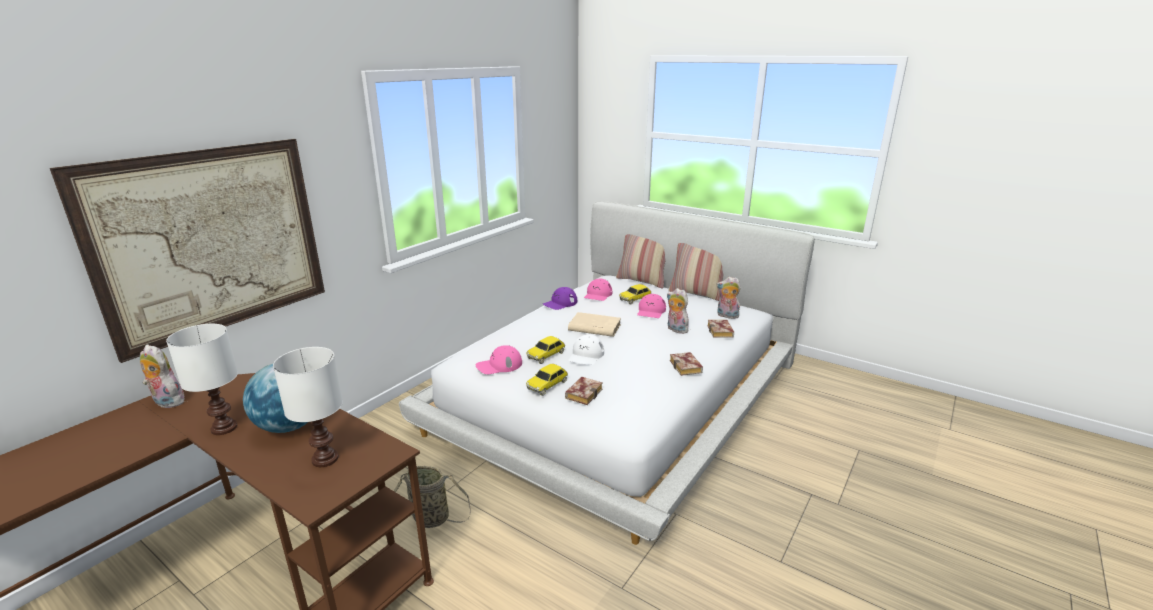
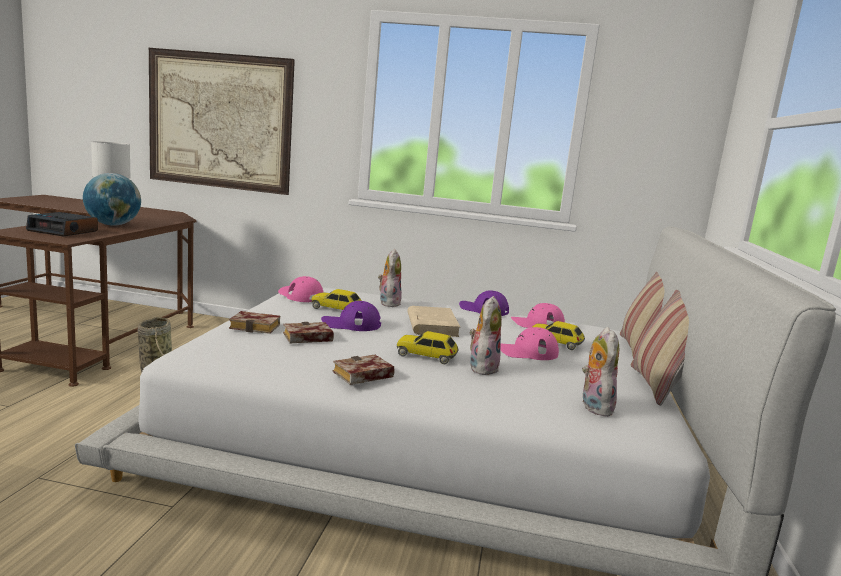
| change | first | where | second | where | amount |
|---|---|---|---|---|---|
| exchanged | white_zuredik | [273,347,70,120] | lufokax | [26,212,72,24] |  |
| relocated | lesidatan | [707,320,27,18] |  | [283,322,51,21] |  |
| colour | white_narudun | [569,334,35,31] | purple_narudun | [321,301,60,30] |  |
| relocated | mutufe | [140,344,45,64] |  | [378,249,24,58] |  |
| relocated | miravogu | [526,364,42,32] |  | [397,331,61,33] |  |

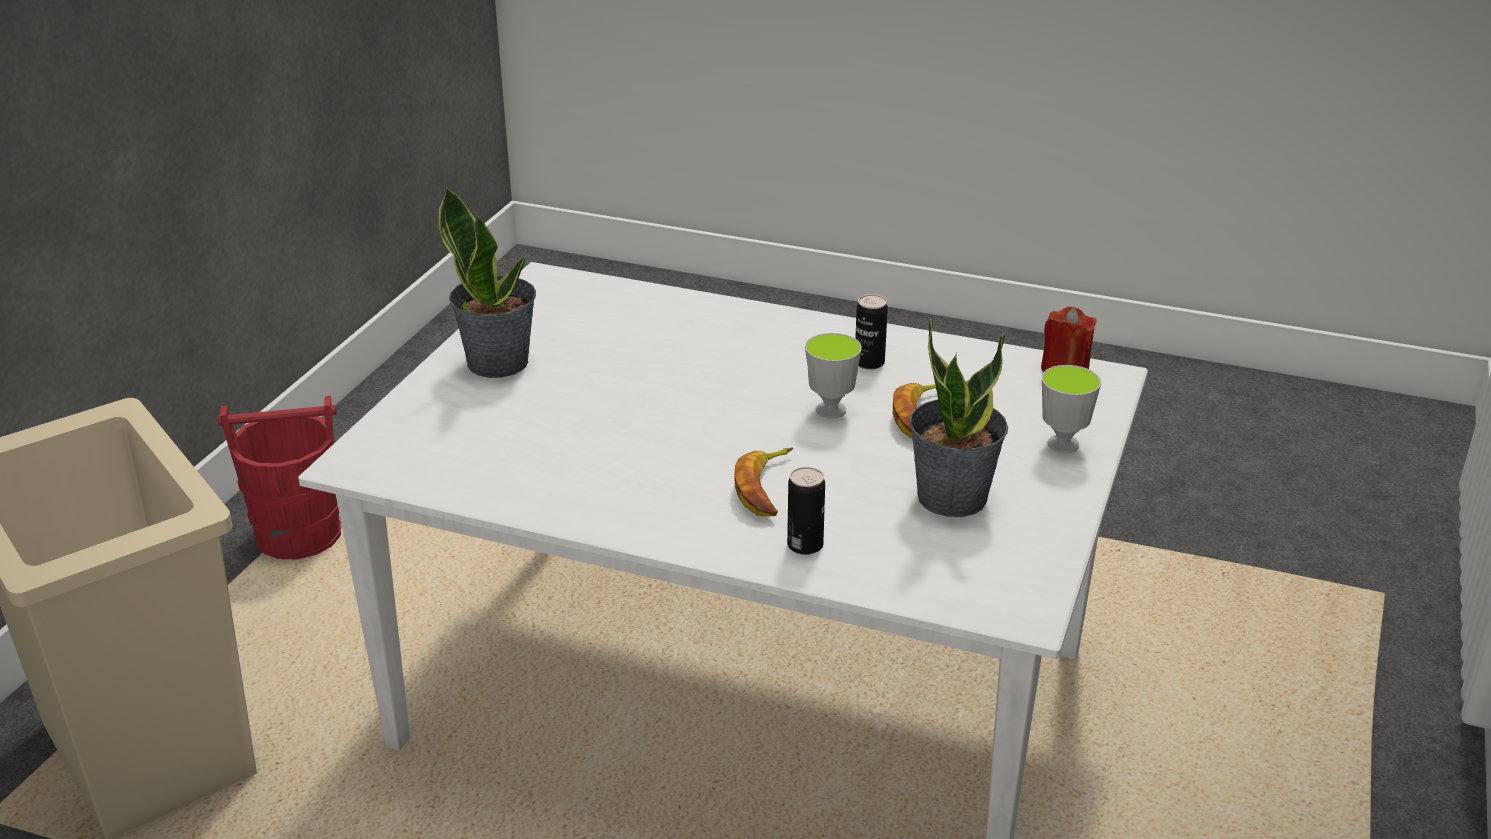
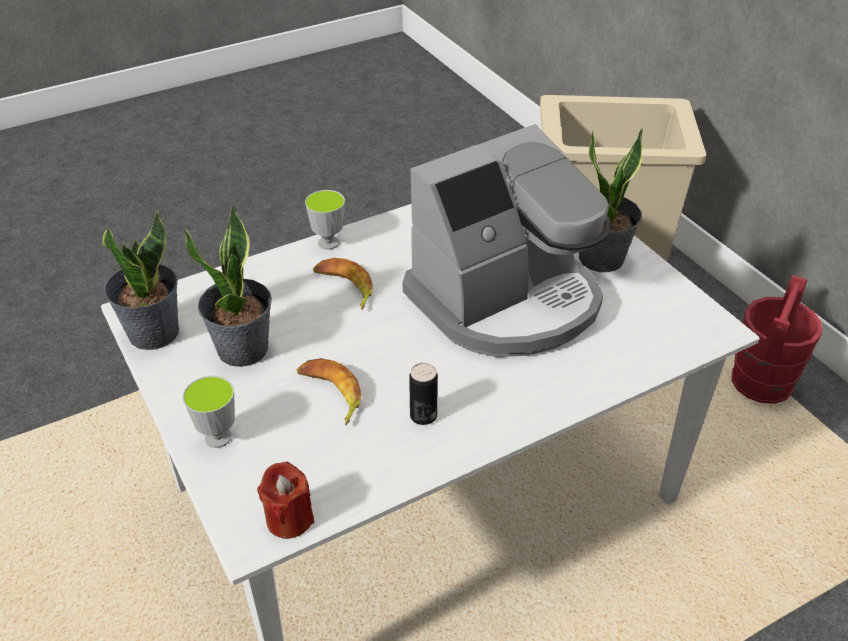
| change | first | where | second | where | amount |
|---|---|---|---|---|---|
| appeared |  |  | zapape | [102,210,77,140] |  |
| relocated | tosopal | [805,333,57,86] |  | [305,190,40,60] |  |
| appeared |  |  | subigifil | [403,124,207,233] |  |
| missing | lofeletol | [787,467,38,88] |  |  |  |

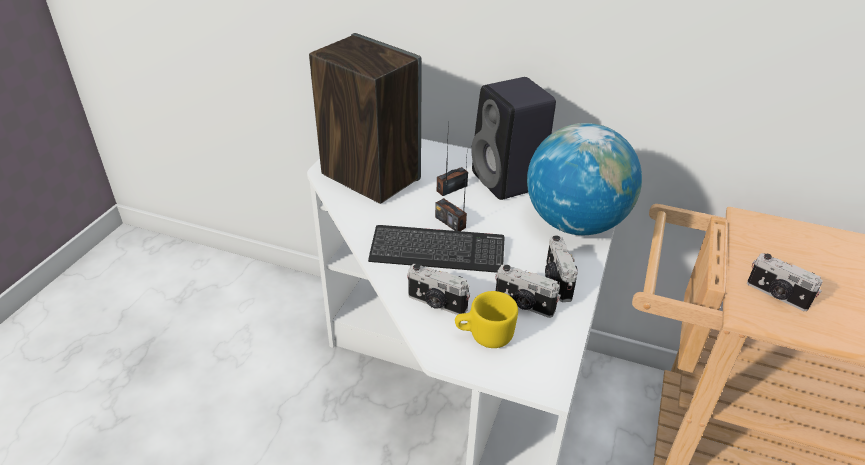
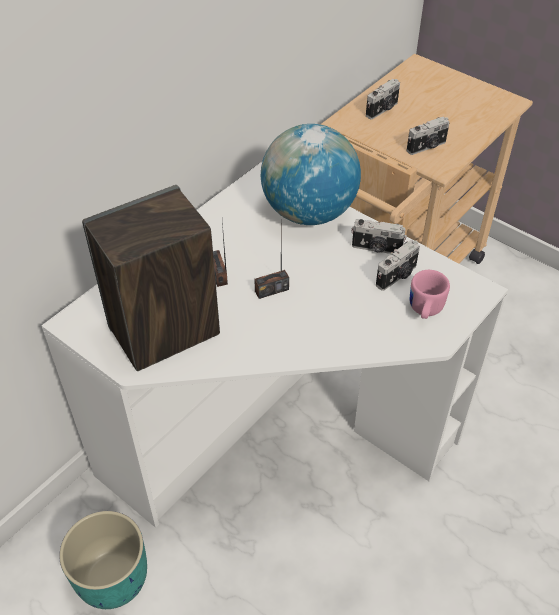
| change | first | where | second | where | amount |
|---|---|---|---|---|---|
| appeared |  |  | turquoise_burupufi | [59,511,88,98] |  |
| relocated | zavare | [407,264,63,51] |  | [366,79,34,40] |  |
| colour | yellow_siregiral | [455,291,63,57] | pink_siregiral | [410,270,40,49] |  |
| missing | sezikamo | [368,225,137,48] |  |  |  |
| missing | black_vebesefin | [472,77,84,123] |  |  |  |

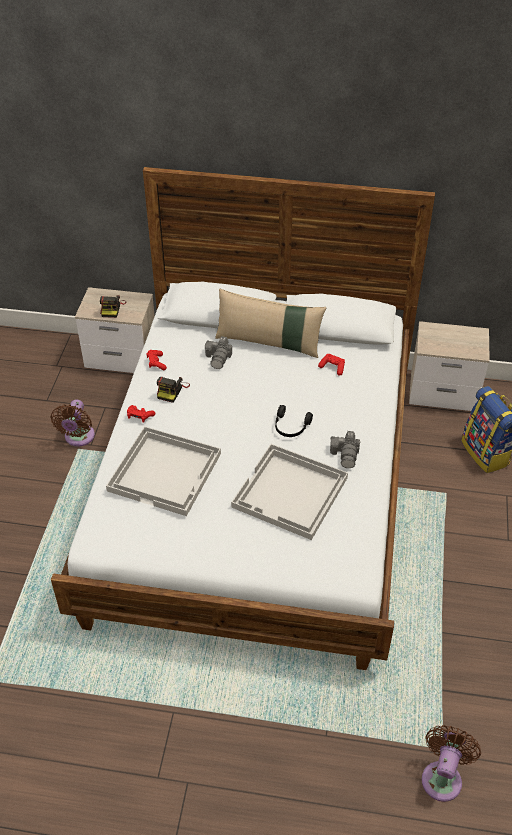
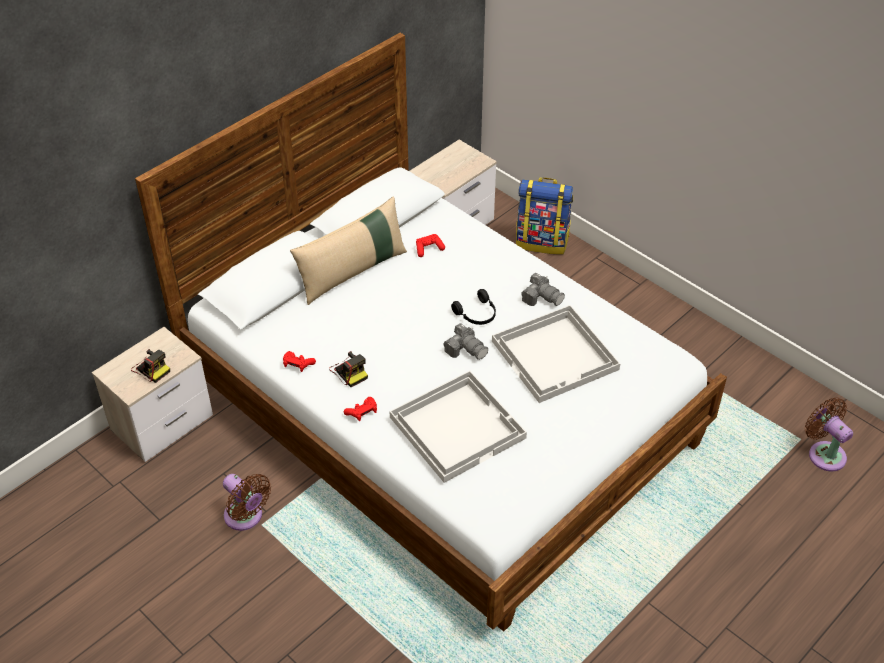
| change | first | where | second | where | amount |
|---|---|---|---|---|---|
| relocated | zavare | [205,336,27,33] |  | [443,323,45,37] |  |

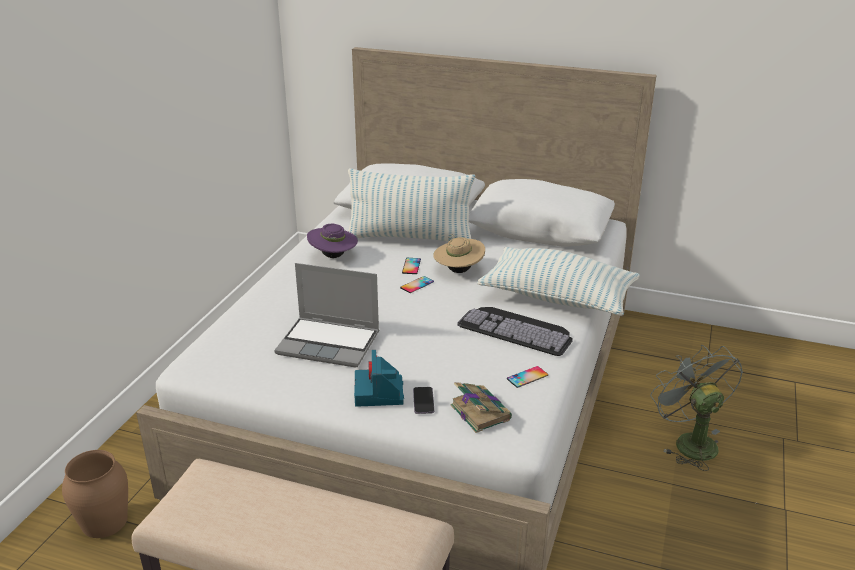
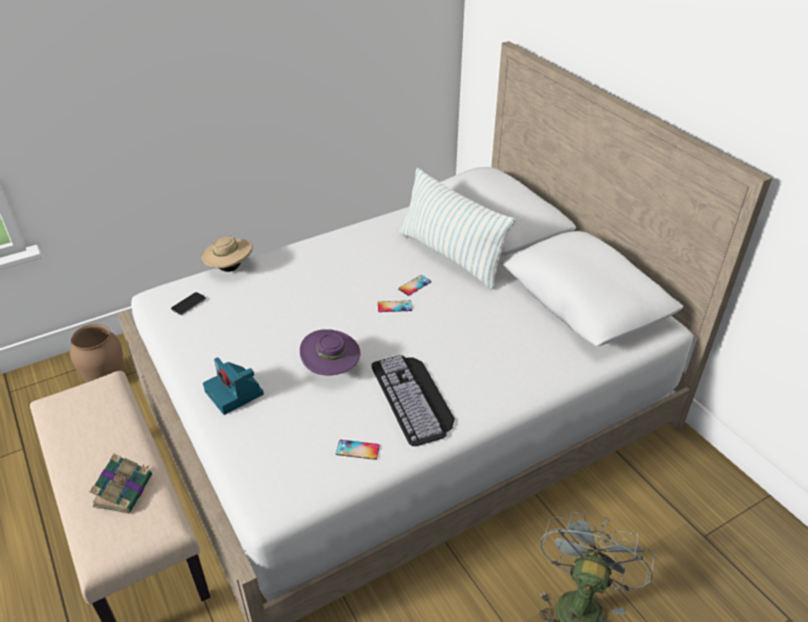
| change | first | where | second | where | amount |
|---|---|---|---|---|---|
| relocated | lesidatan | [450,382,62,51] |  | [89,453,63,61] |  |
| relocated | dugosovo | [413,387,21,27] |  | [171,292,35,23] |  |
| relocated | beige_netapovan | [433,234,52,39] |  | [202,232,51,40] |  |
| spun | zavare | [354,350,50,57] |  | [203,357,61,58] | 75 degrees counterclockwise |
| relocated | purple_netapovan | [307,224,51,34] |  | [300,329,60,46] |  |
| missing | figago | [274,263,105,105] |  |  |  |
| missing | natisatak | [477,247,163,69] |  |  |  |

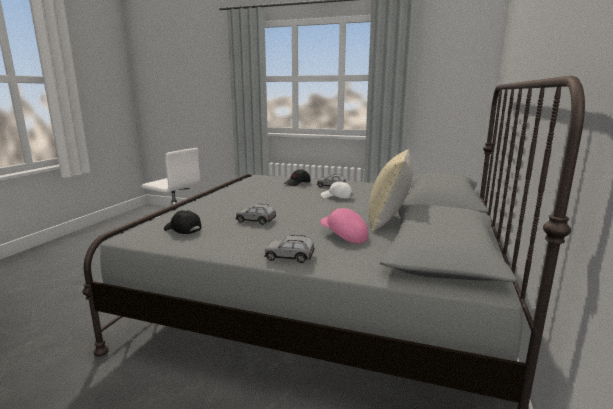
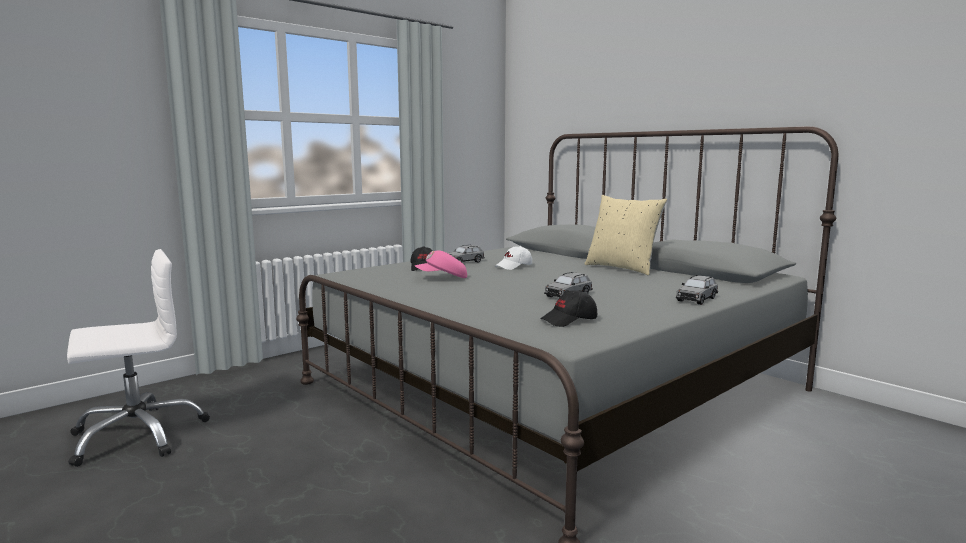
| change | first | where | second | where | amount |
|---|---|---|---|---|---|
| relocated | pink_narudun | [320,208,48,36] |  | [415,250,52,28] |  |

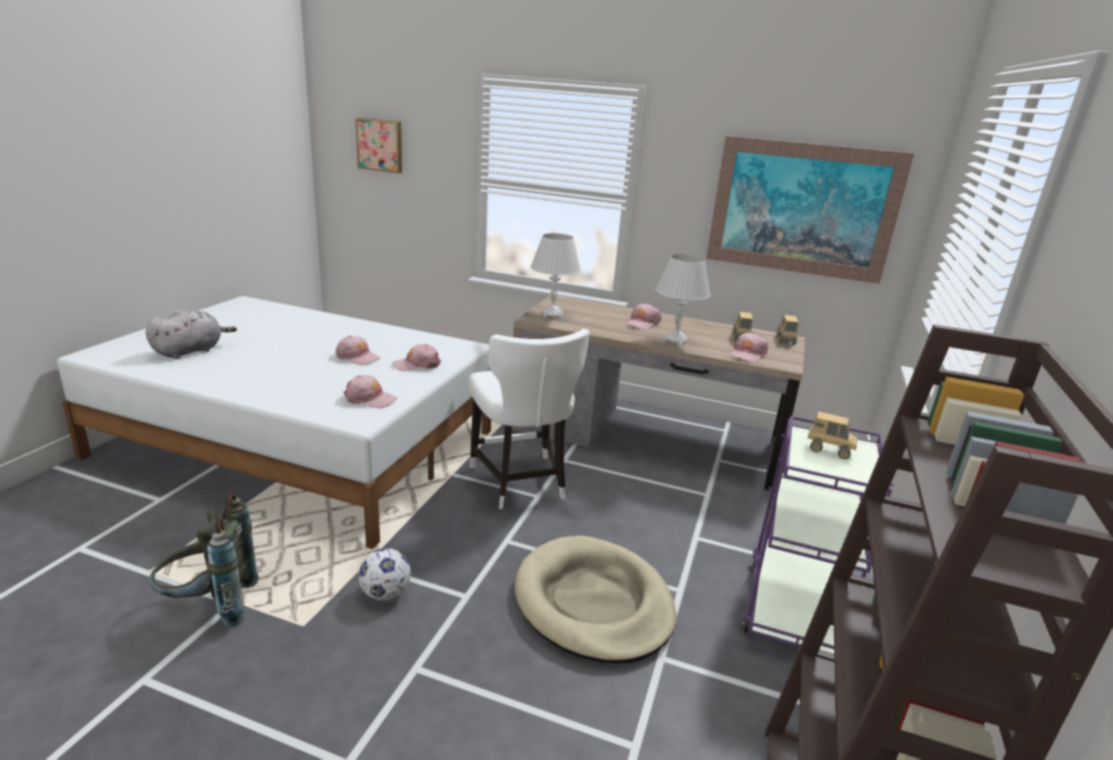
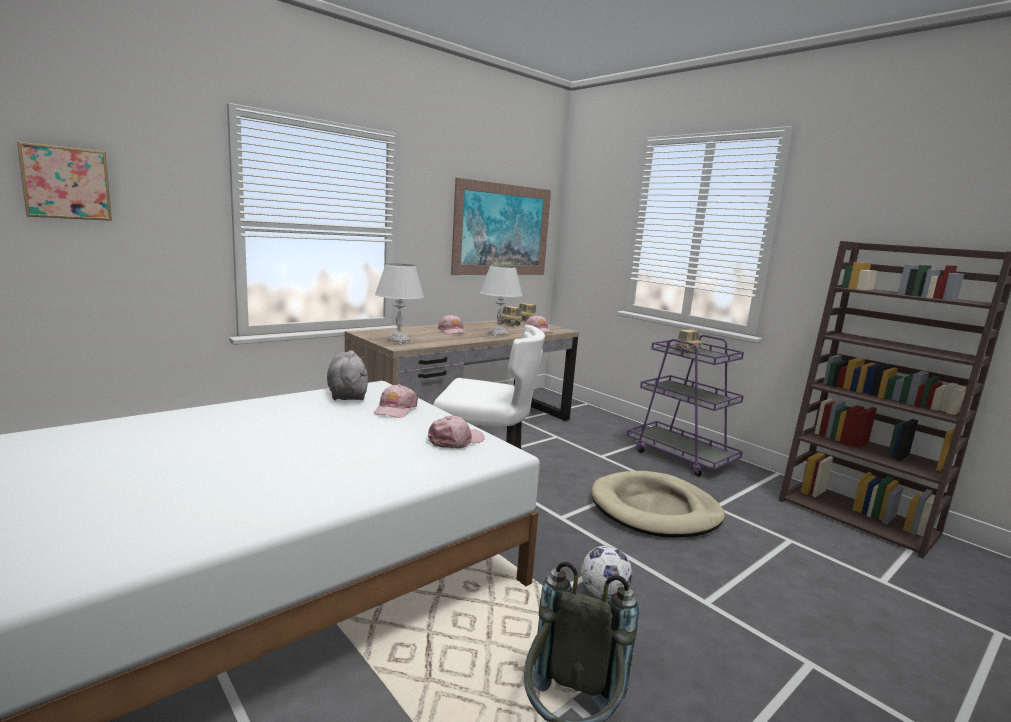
| change | first | where | second | where | amount |
|---|---|---|---|---|---|
| relocated | grey_mutufe | [146,310,91,49] |  | [327,350,41,50] |  |
| missing | pink_narudun | [336,336,44,29] |  |  |  |

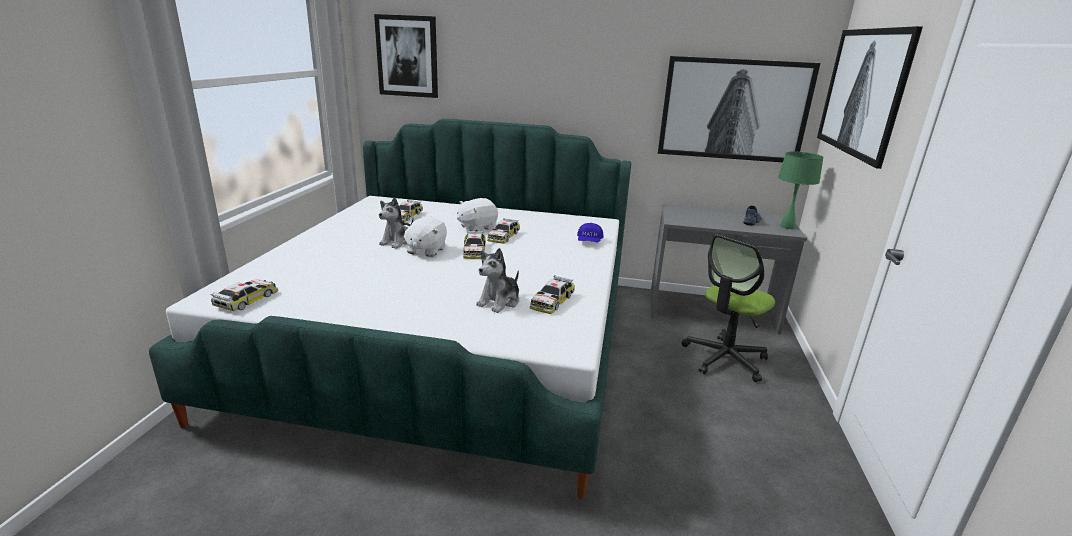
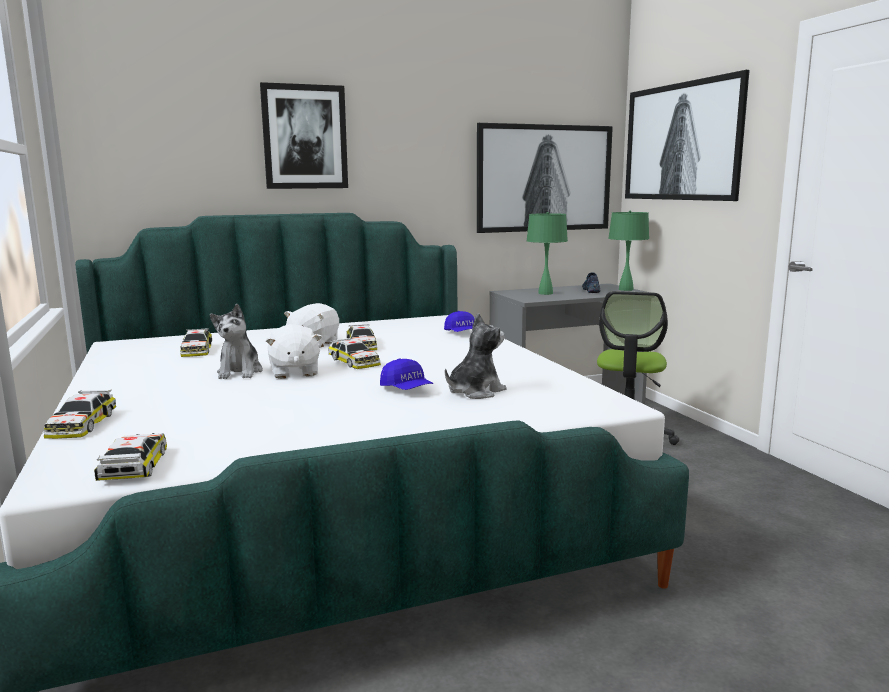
| change | first | where | second | where | amount |
|---|---|---|---|---|---|
| relocated | miravogu | [530,276,45,38] |  | [44,390,72,49] |  |
| relocated | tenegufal | [374,14,64,84] |  | [260,82,88,107] |  |
| appeared |  |  | blue_narudun | [380,358,54,32] |  |
| spun | mutufe | [476,248,43,65] |  | [445,313,62,86] | 135 degrees counterclockwise |
| appeared |  |  | green_zuredik | [526,212,42,83] |  |

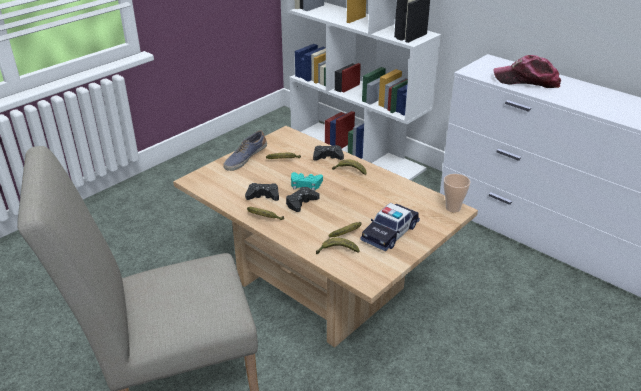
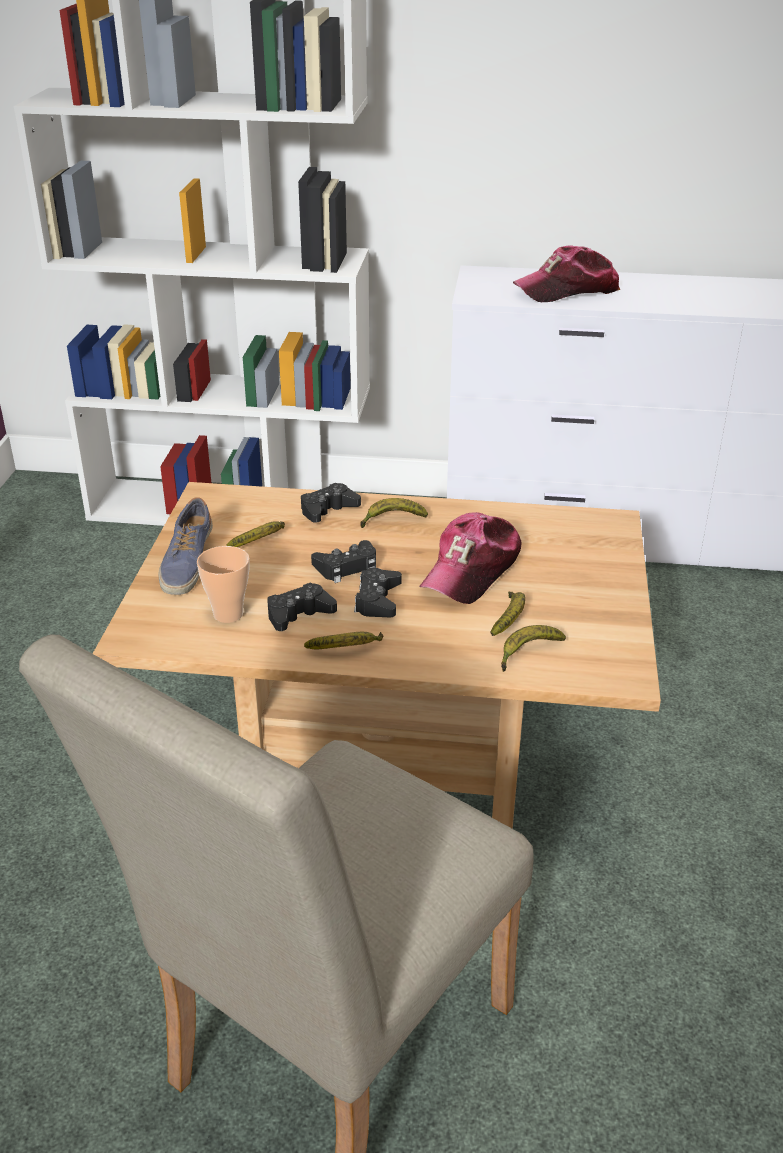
| change | first | where | second | where | amount |
|---|---|---|---|---|---|
| relocated | tosopal | [444,174,26,38] |  | [197,546,53,77] |  |
| colour | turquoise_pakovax | [291,172,32,19] | black_pakovax | [311,540,65,43] |  |
| appeared |  |  | narudun | [419,512,103,92] |  |
| missing | miravogu | [360,203,60,49] |  |  |  |

